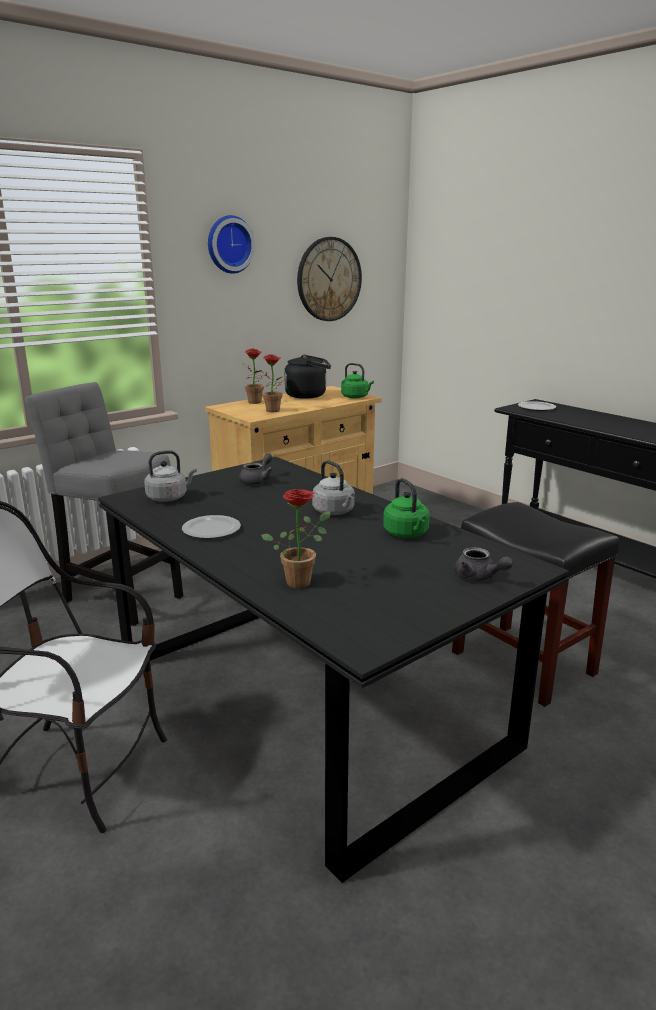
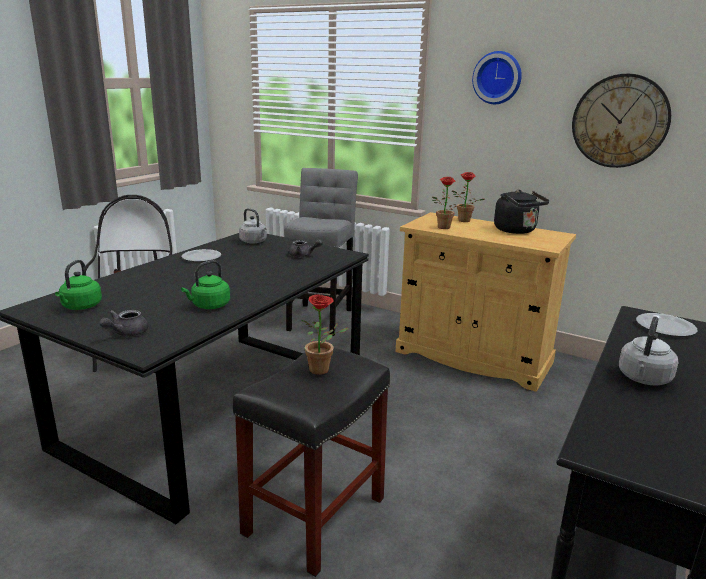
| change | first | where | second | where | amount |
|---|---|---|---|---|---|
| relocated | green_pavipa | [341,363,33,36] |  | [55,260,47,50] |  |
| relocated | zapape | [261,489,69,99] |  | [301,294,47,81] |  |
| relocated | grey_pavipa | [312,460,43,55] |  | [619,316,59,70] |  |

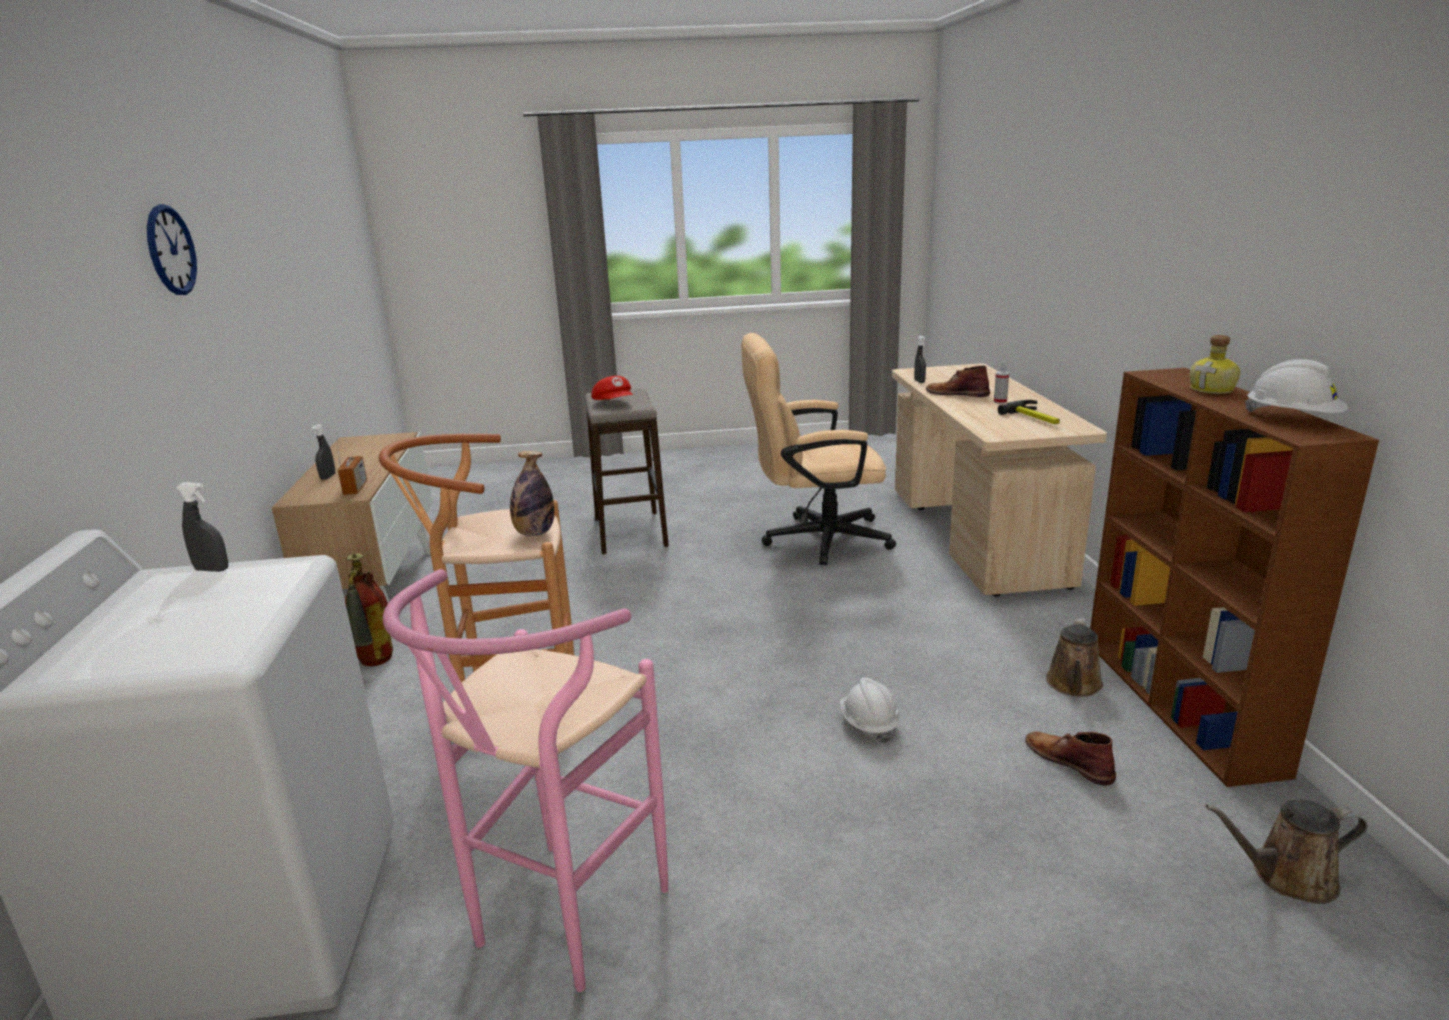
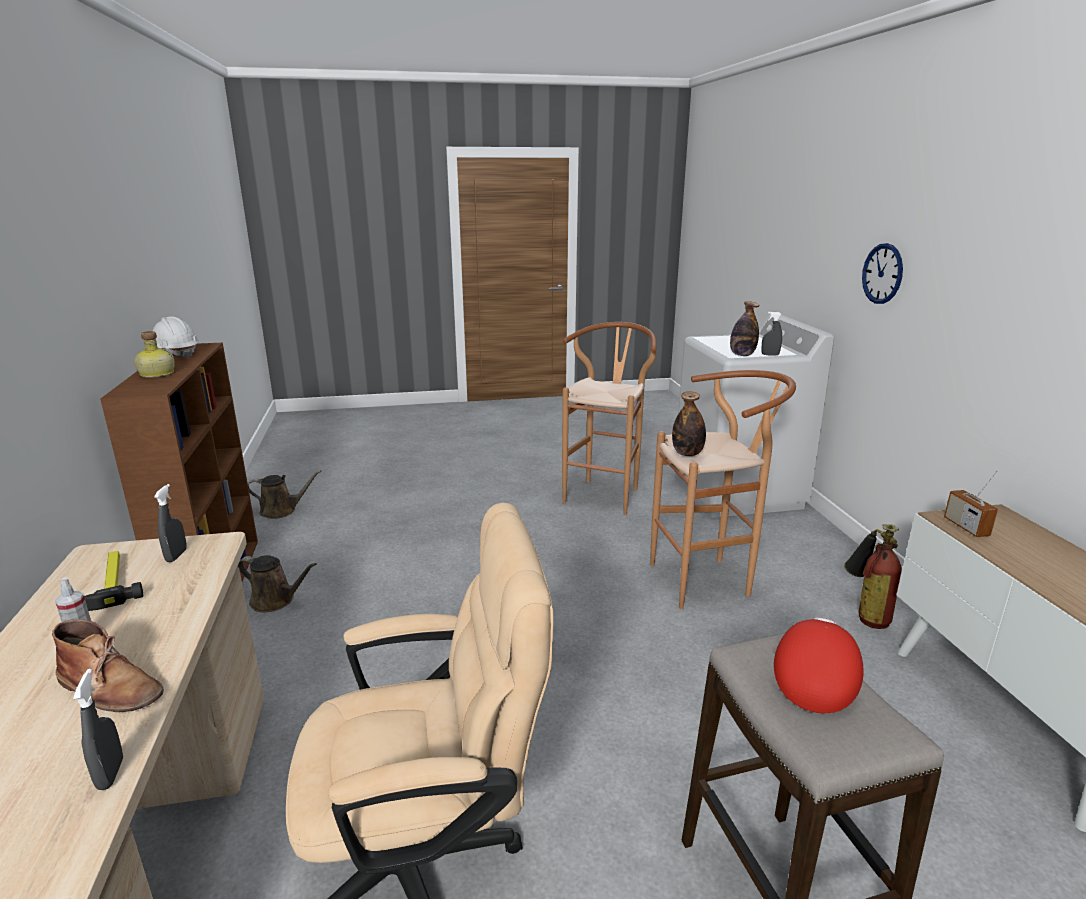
| change | first | where | second | where | amount |
|---|---|---|---|---|---|
| relocated | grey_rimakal | [311,424,24,56] |  | [154,484,33,78] |  |
| spun | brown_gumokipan | [1046,618,57,79] |  | [237,555,80,57] | 90 degrees clockwise |
| colour | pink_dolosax | [383,569,285,423] | brown_dolosax | [562,322,95,193] |  |
| appeared |  |  | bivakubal | [730,301,29,55] |  |
| spun | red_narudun | [591,376,42,24] |  | [774,617,90,96] | 60 degrees clockwise |
| relocated | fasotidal | [147,204,50,91] |  | [862,243,41,61] |  |
| missing | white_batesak | [840,677,60,66] |  |  |  |
| missing | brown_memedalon | [1025,731,91,55] |  |  |  |

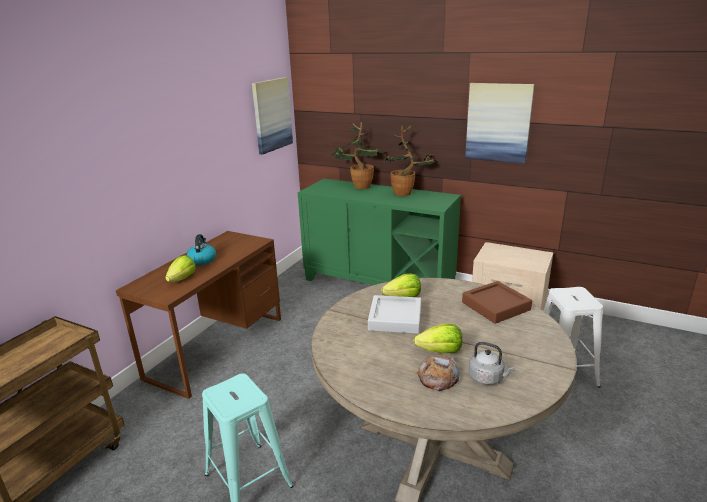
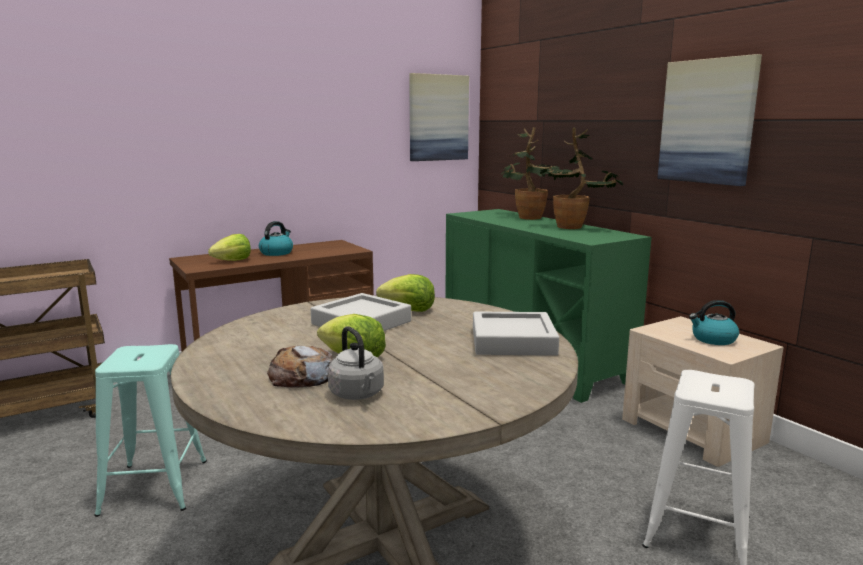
| change | first | where | second | where | amount |
|---|---|---|---|---|---|
| colour | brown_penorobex | [462,281,70,43] | grey_penorobex | [473,311,86,45] |  |
| appeared |  |  | pavipa | [689,300,50,45] |  |

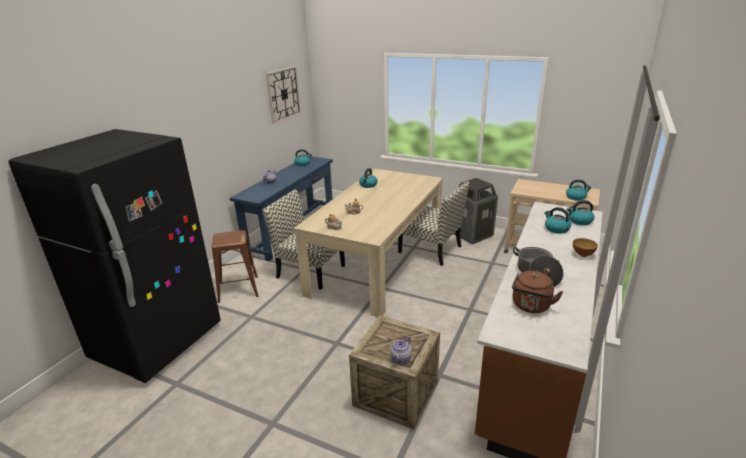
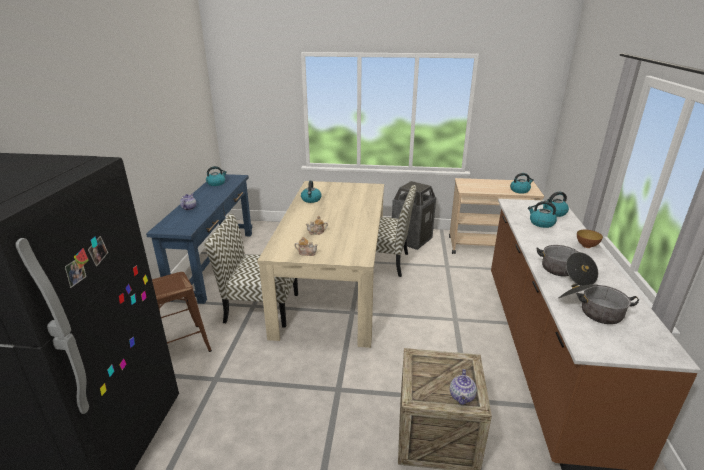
| change | first | where | second | where | amount |
|---|---|---|---|---|---|
| exchanged | brown_pavipa | [512,271,51,42] | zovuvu | [558,284,81,40] |  |
| missing | fasotidal | [266,66,35,58] |  |  |  |

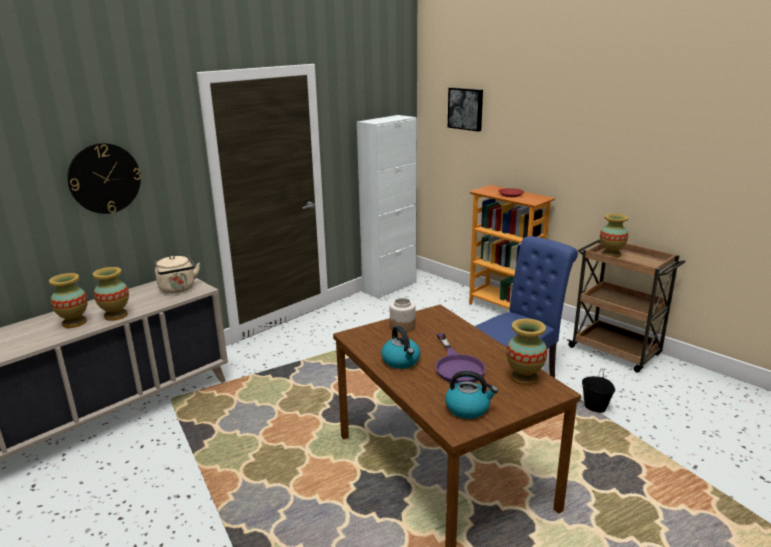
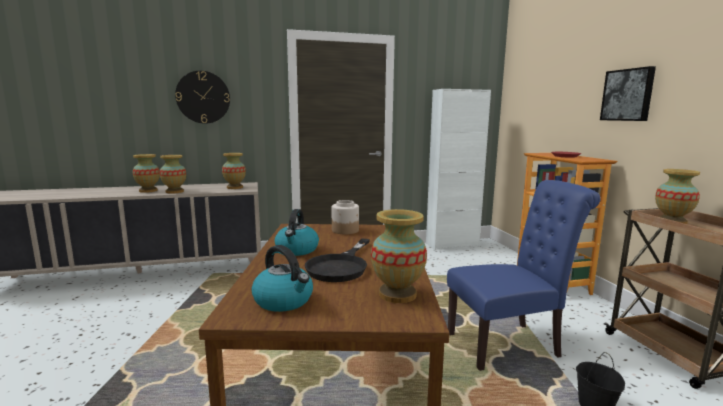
| change | first | where | second | where | amount |
|---|---|---|---|---|---|
| exchanged | beige_pavipa | [155,256,45,37] | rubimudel | [222,153,24,36] |  |
| colour | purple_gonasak | [435,333,51,51] | black_gonasak | [305,239,65,43] |  |
| relocated | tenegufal | [448,87,35,44] |  | [600,66,56,55] |  |

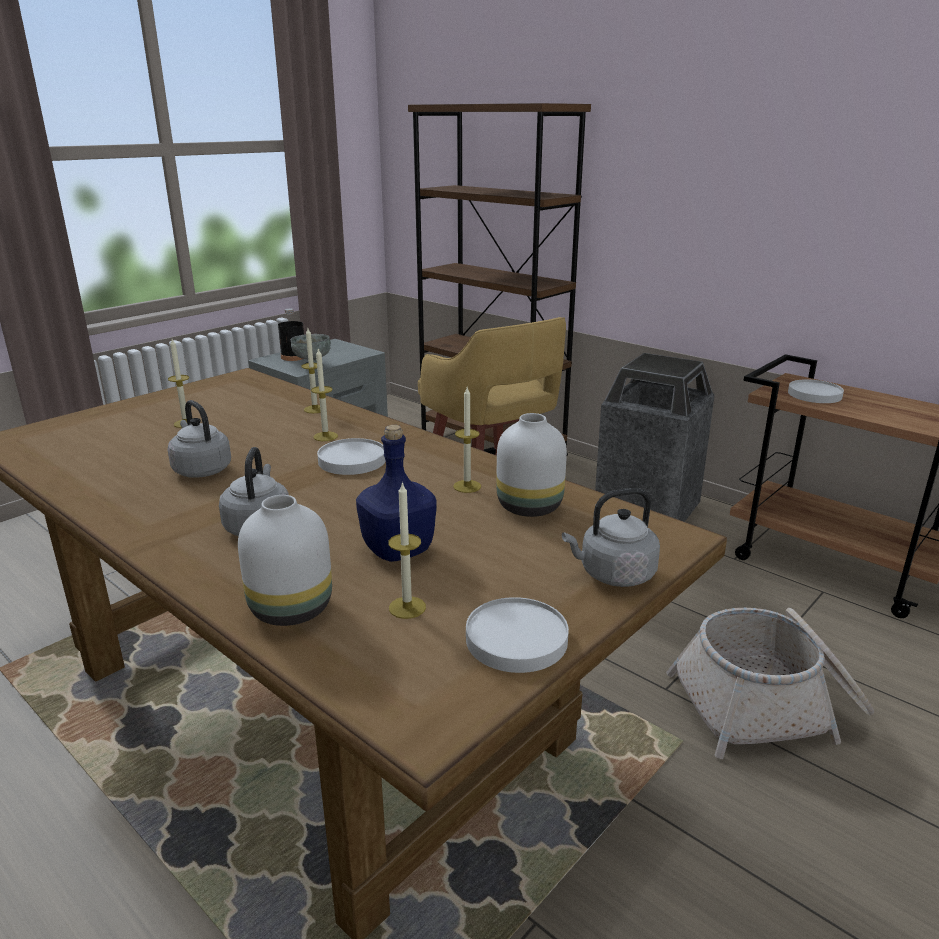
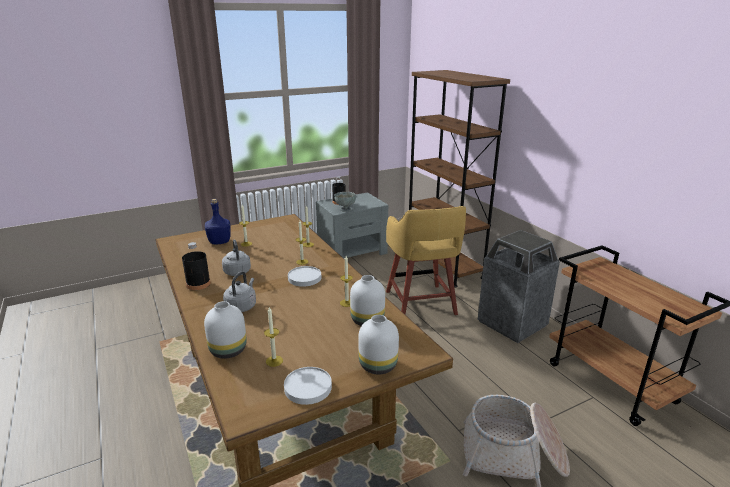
| change | first | where | second | where | amount |
|---|---|---|---|---|---|
| appeared |  |  | black_bivakubal | [182,242,29,48] |  |
| relocated | blue_bivakubal | [356,425,81,137] |  | [205,199,26,45] |  |
| exchanged | grey_pavipa | [562,488,98,99] | white_rubimudel | [358,315,41,60] |  |
| missing | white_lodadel | [788,379,56,24] |  |  |  |

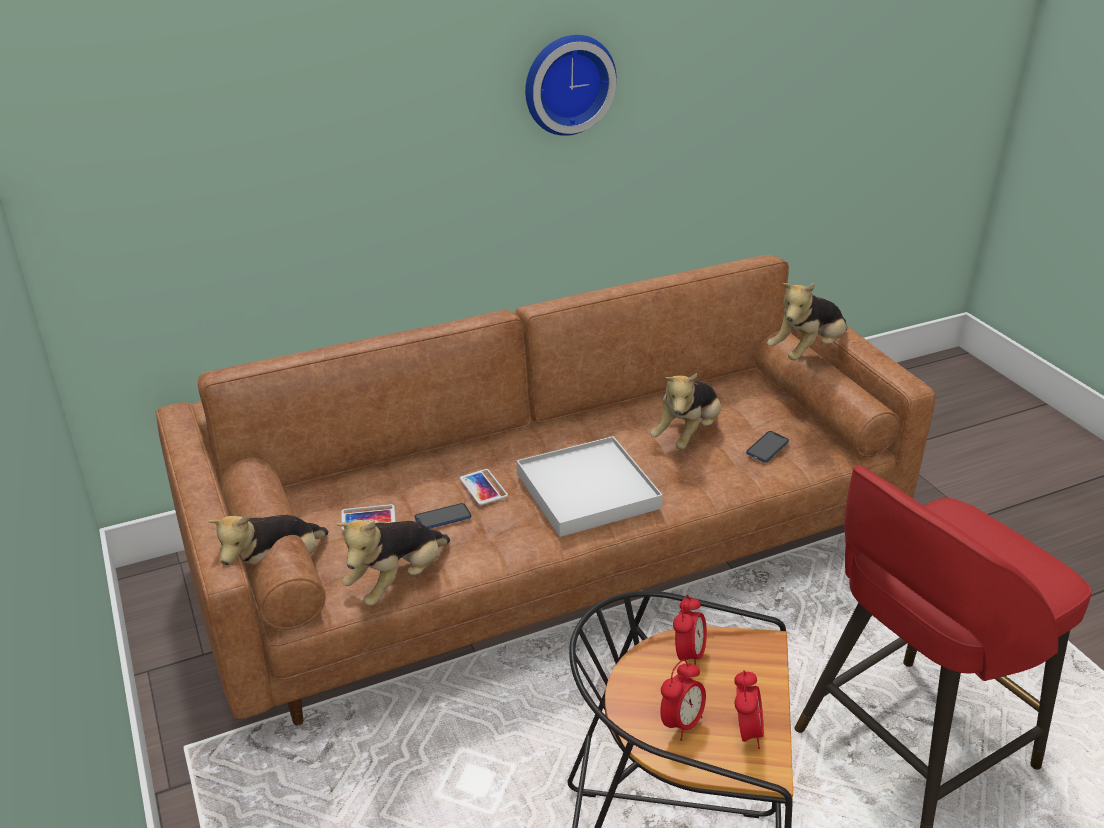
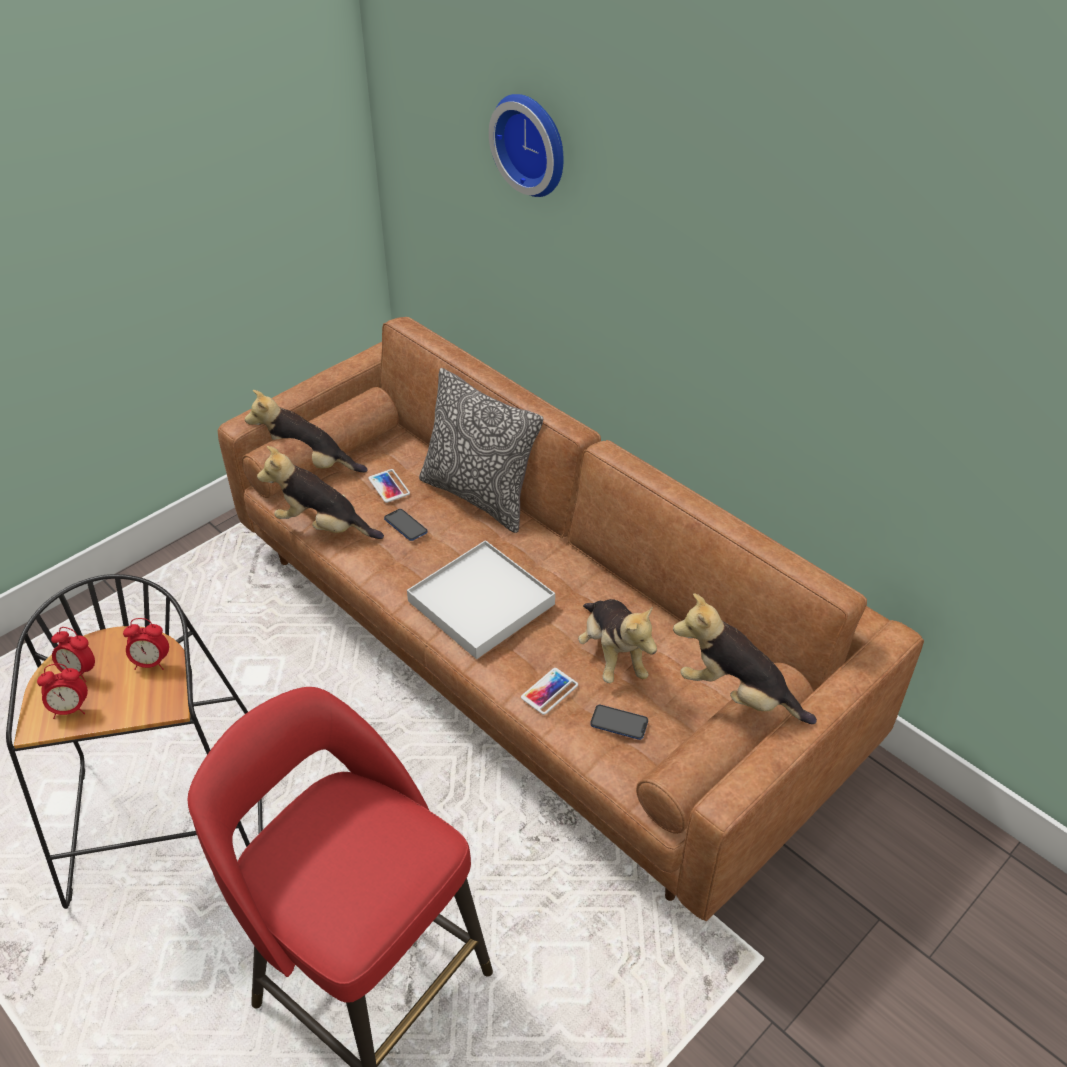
| change | first | where | second | where | amount |
|---|---|---|---|---|---|
| appeared |  |  | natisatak | [419,368,124,165] |  |
| relocated | fasotidal | [525,35,92,101] |  | [489,94,74,103] |  |
| relocated | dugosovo | [460,469,48,36] |  | [521,668,57,47] |  |
| spun | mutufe | [650,373,71,77] |  | [578,599,79,84] | 120 degrees counterclockwise |

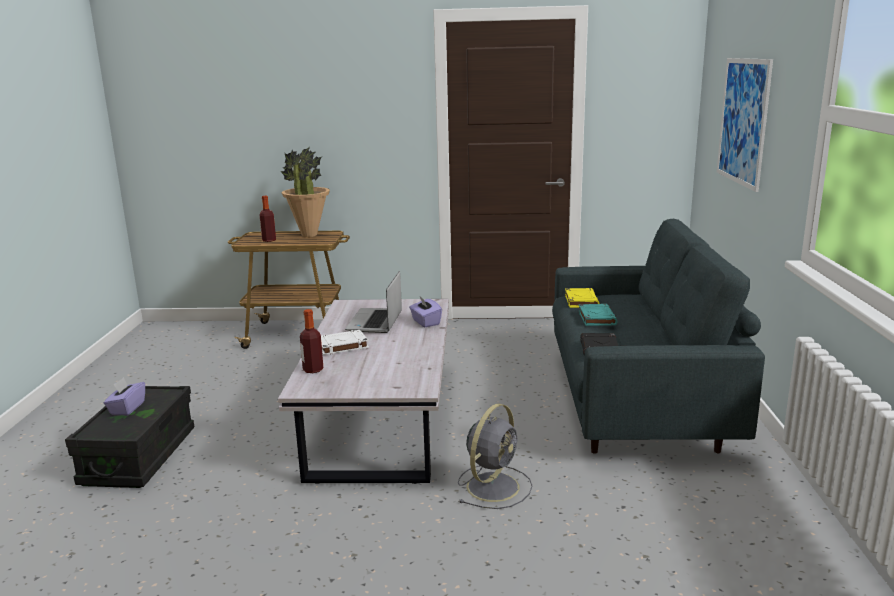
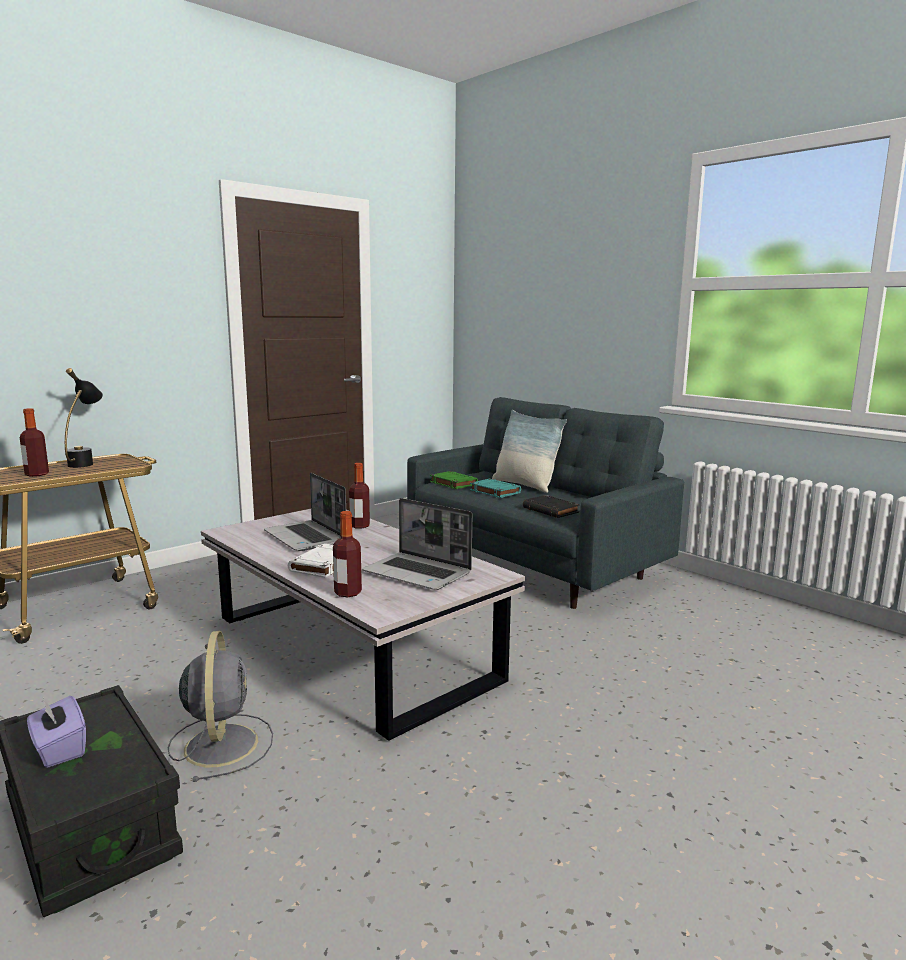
| change | first | where | second | where | amount |
|---|---|---|---|---|---|
| exchanged | zapape | [281,147,49,90] | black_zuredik | [65,368,38,100] |  |
| relocated | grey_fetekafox | [458,404,74,105] |  | [168,631,105,151] |  |
| exchanged | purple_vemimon | [409,297,33,30] | bivakubal | [349,463,21,65] |  |
| appeared |  |  | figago | [362,498,110,92] |  |
| colour | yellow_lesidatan | [565,288,34,20] | green_lesidatan | [430,471,48,18] |  |
| appeared |  |  | natisatak | [492,410,75,83] |  |
| missing | tenegufal | [717,58,56,134] |  |  |  |

